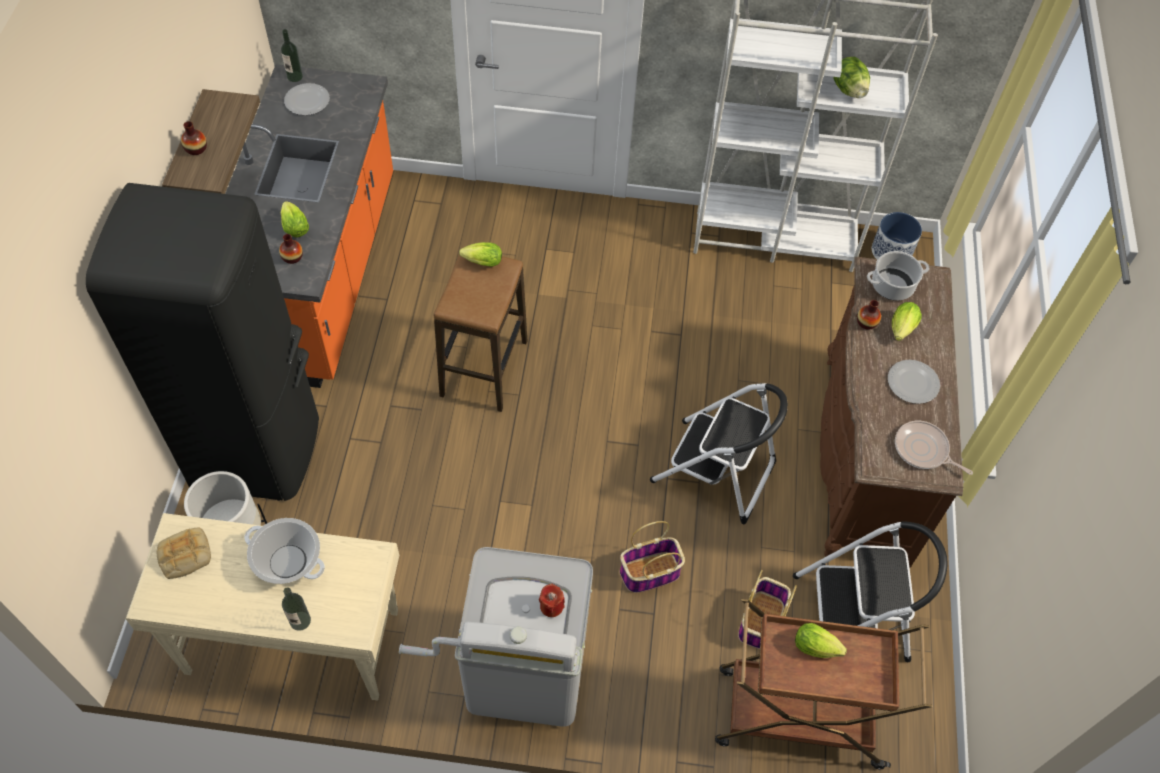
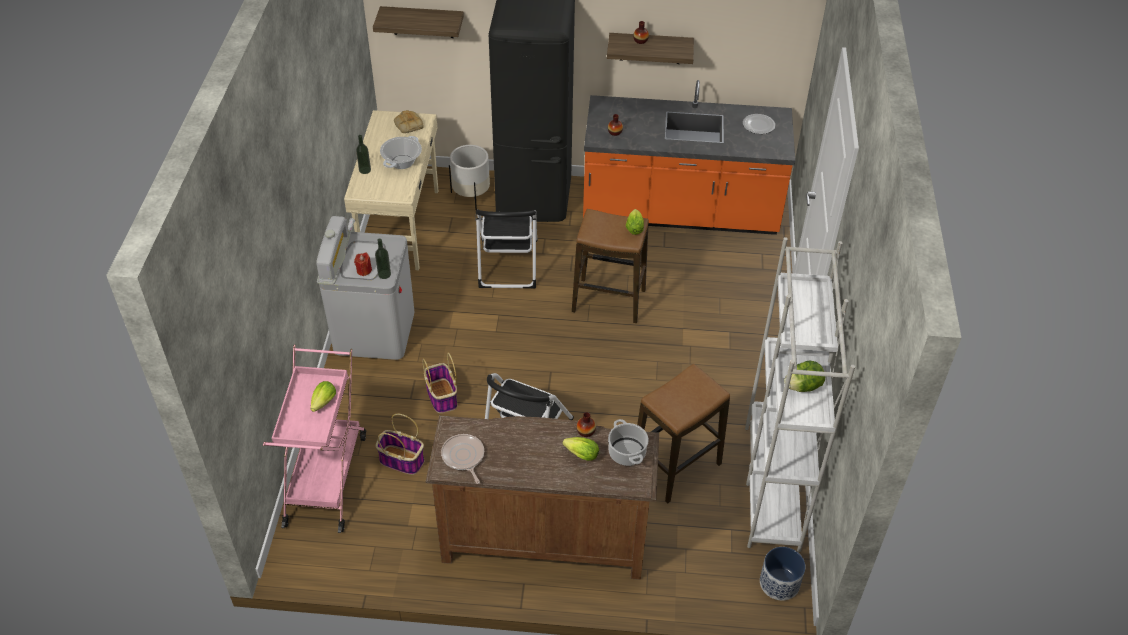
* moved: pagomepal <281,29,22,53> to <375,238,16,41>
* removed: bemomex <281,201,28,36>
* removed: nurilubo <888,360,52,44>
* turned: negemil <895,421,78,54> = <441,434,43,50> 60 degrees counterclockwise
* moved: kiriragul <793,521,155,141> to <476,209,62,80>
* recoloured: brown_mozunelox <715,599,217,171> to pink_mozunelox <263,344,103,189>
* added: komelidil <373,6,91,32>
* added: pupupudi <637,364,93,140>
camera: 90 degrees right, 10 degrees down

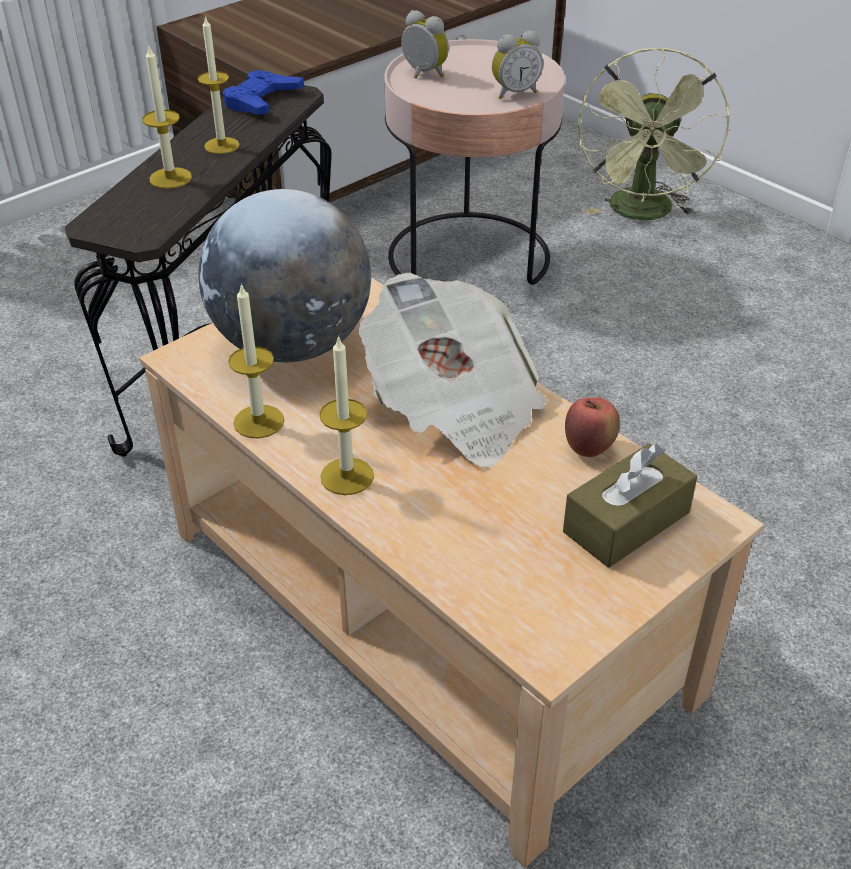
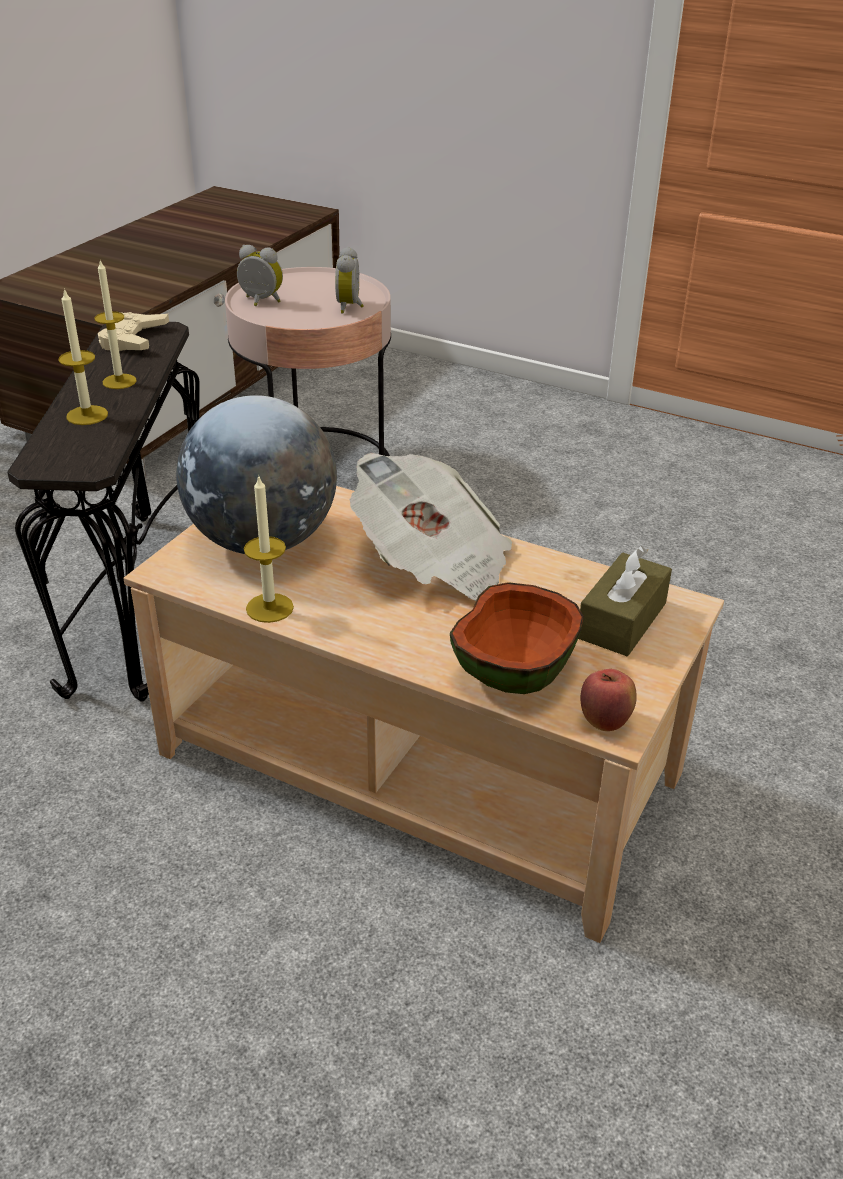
* turned: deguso <492,31,51,68> = <335,247,28,67> 135 degrees clockwise
* removed: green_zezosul <578,47,152,173>
* recoloured: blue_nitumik <223,70,81,44> to beige_nitumik <98,312,71,39>
* removed: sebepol <319,335,55,160>
* moved: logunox <565,397,55,60> to <580,669,57,62>
* added: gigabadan <450,582,134,112>
camera: 20 degrees left, 5 degrees down

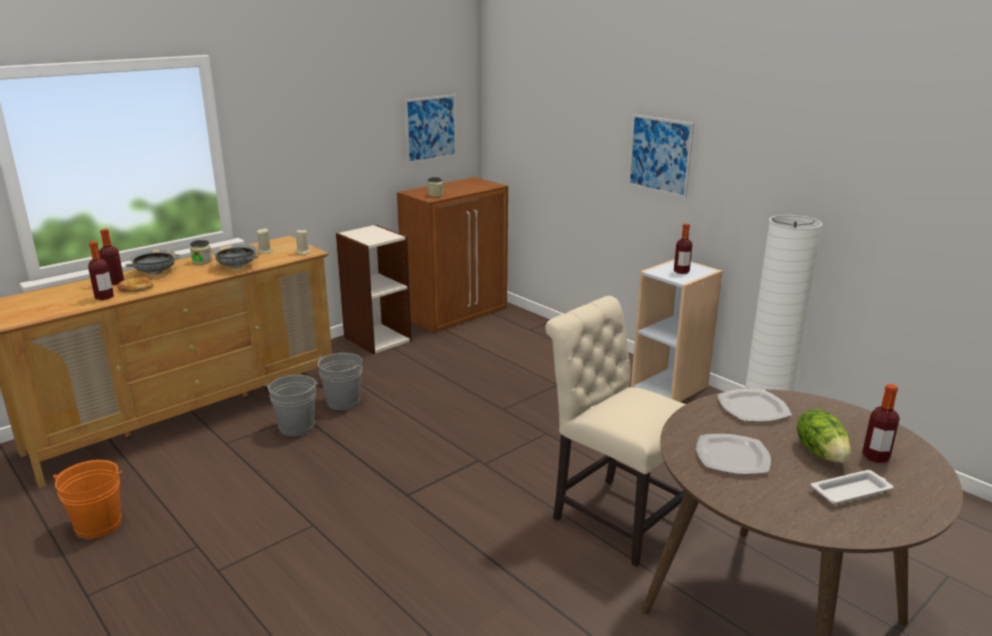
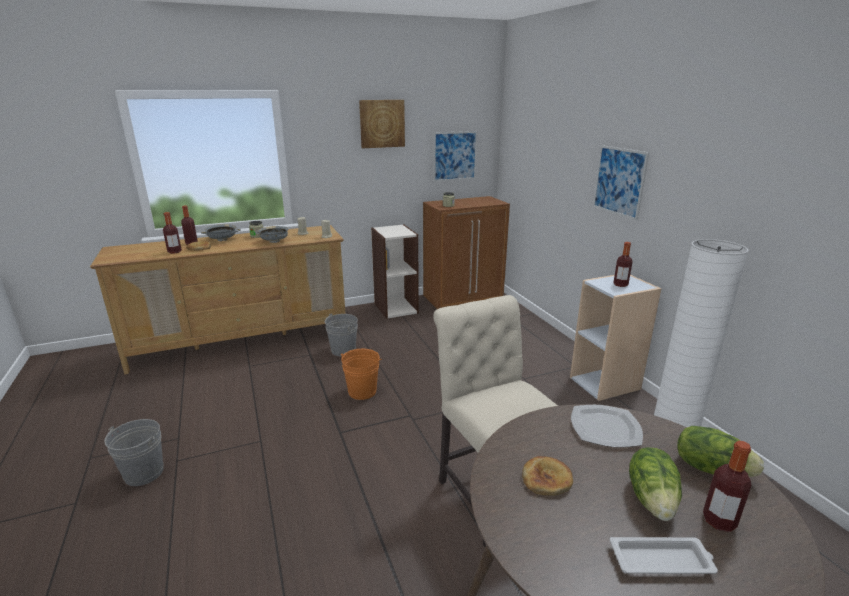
* moved: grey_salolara <264,375,55,61> to <104,419,60,67>
* replaced: nurilubo <696,434,75,40> to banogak <522,456,51,40>
* moved: orange_salolara <53,460,69,79> to <341,349,41,51>
* added: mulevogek <359,100,46,48>
* added: bemomex <677,426,87,51>
camera: 20 degrees right, 0 degrees up

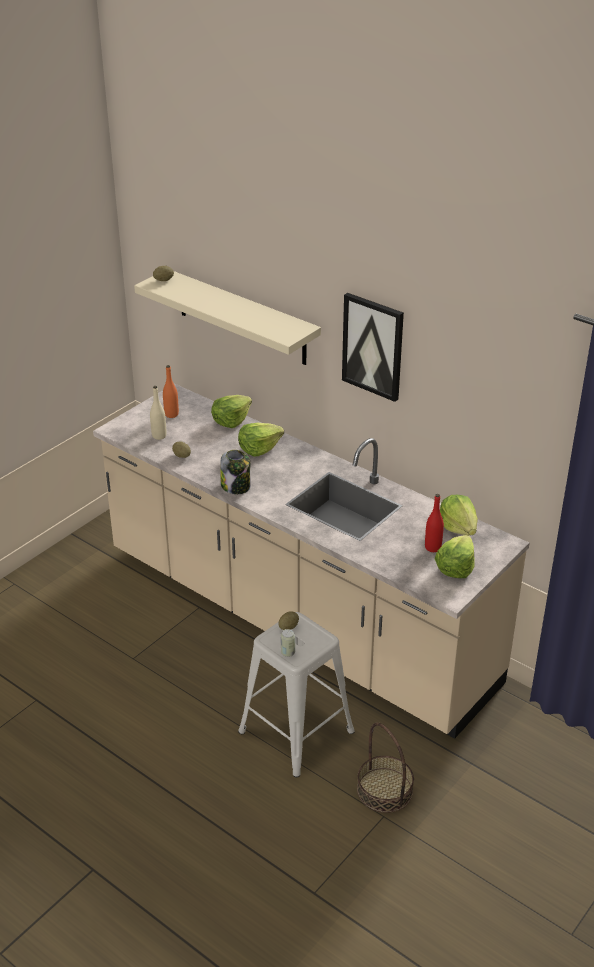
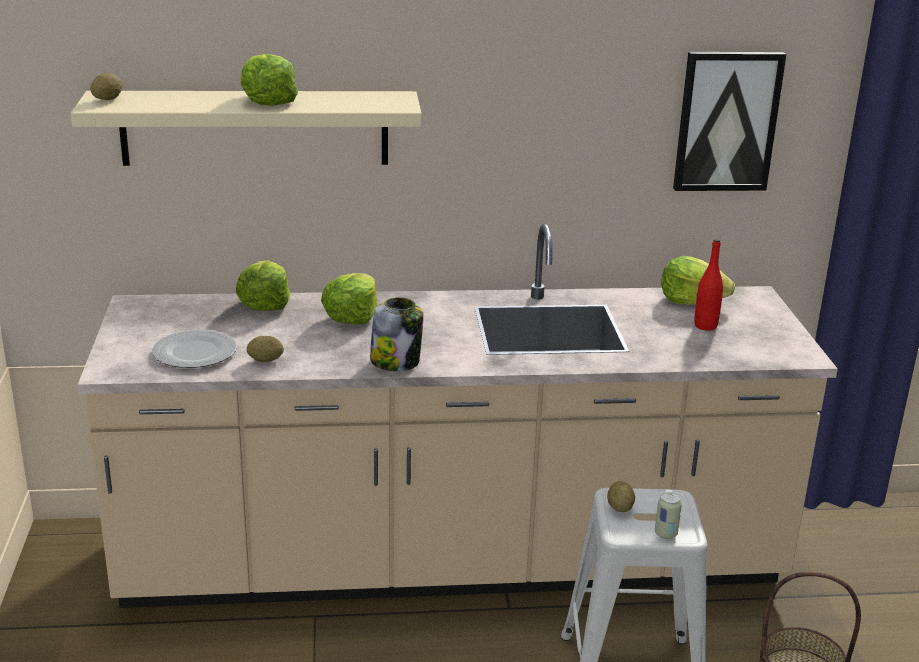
* moved: mulevogek <342,293,62,109> to <673,52,113,139>
* removed: orange_pagomepal <163,365,16,53>
* replaced: beige_pagomepal <150,386,16,54> to nurilubo <152,329,85,39>
* moved: bemomex <435,535,40,43> to <240,54,58,51>
camera: 45 degrees left, 10 degrees down

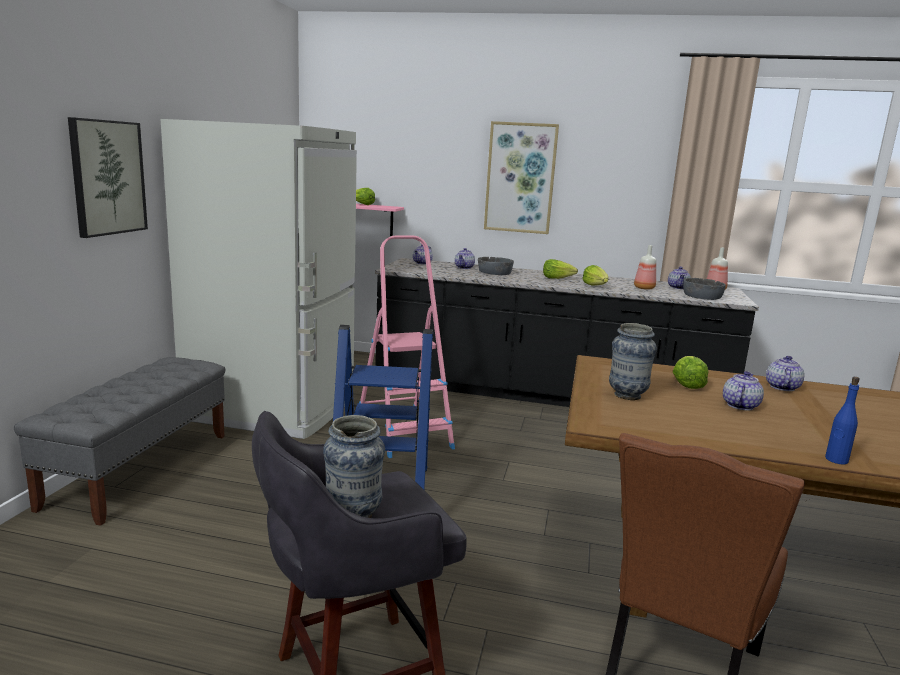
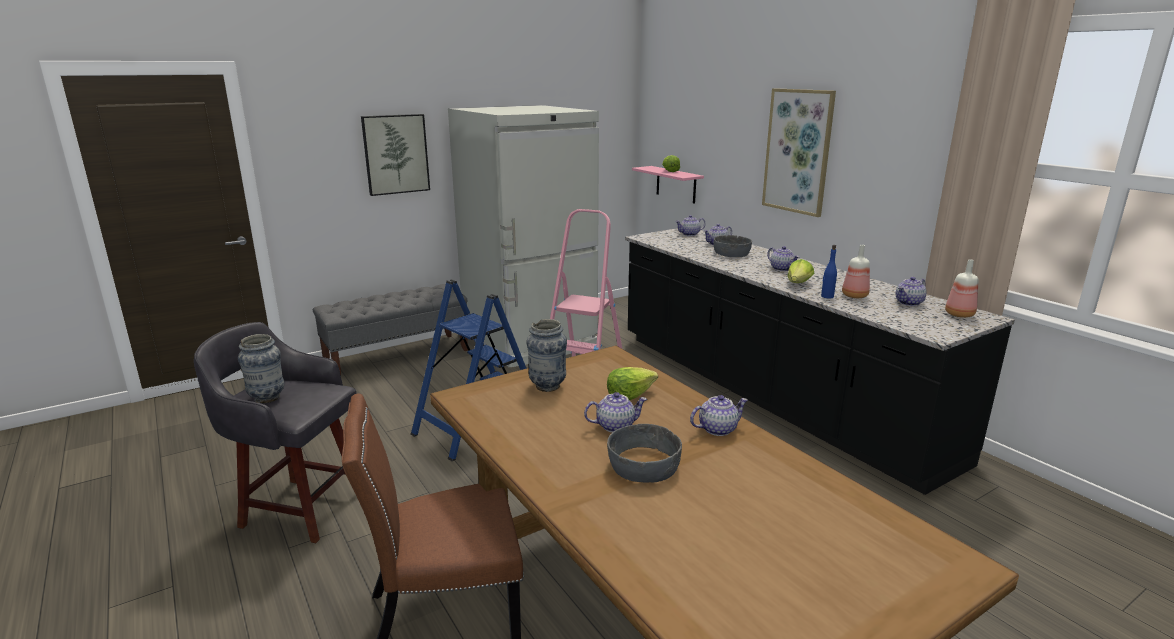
* replaced: bemomex <543,259,35,20> to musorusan <767,246,33,25>
* moved: grey_gigabadan <683,278,43,22> to <607,424,75,58>
* moved: blue_pagomepal <825,377,35,88> to <821,245,16,54>
camera: 45 degrees right, 5 degrees up

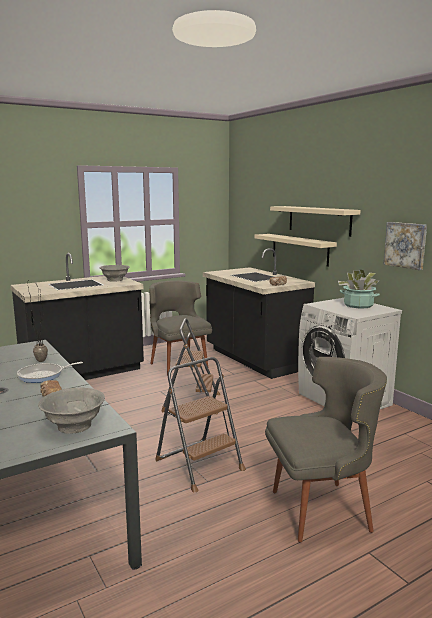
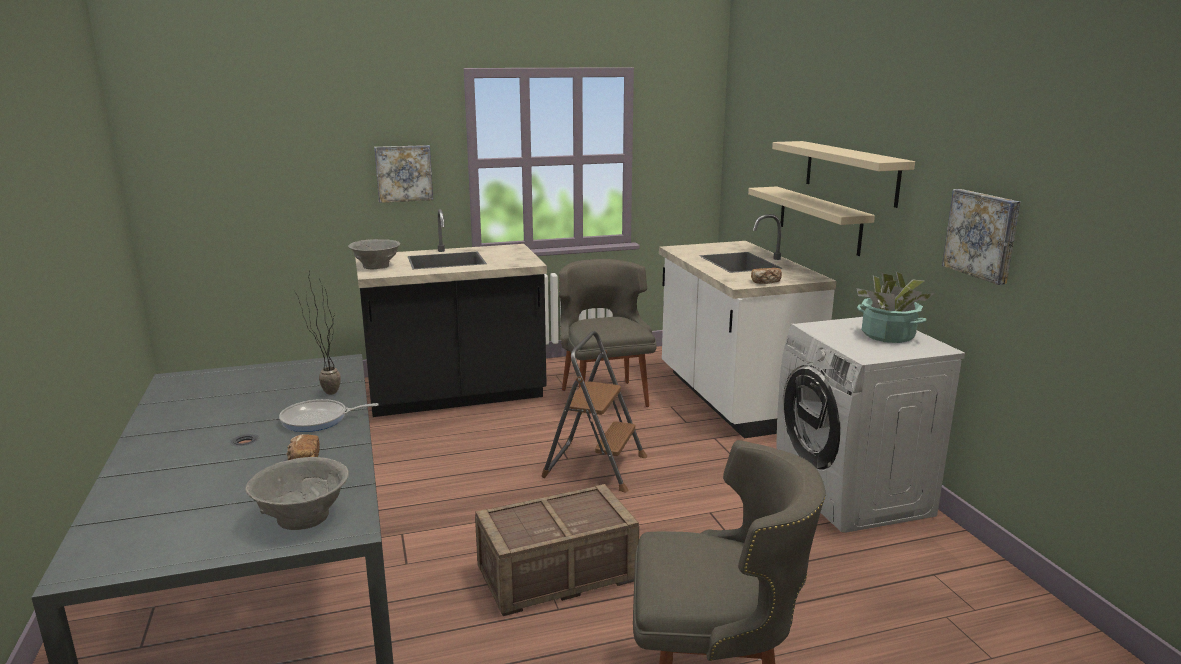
* recoloured: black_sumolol <203,248,112,131> to white_sumolol <659,214,177,224>
* moved: grey_gigabadan <100,265,30,17> to <348,239,52,30>
* replaced: brown_kiriragul <155,357,91,136> to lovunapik <475,484,164,132>
* added: mulevogek <374,145,59,58>
camera: 15 degrees right, 5 degrees up

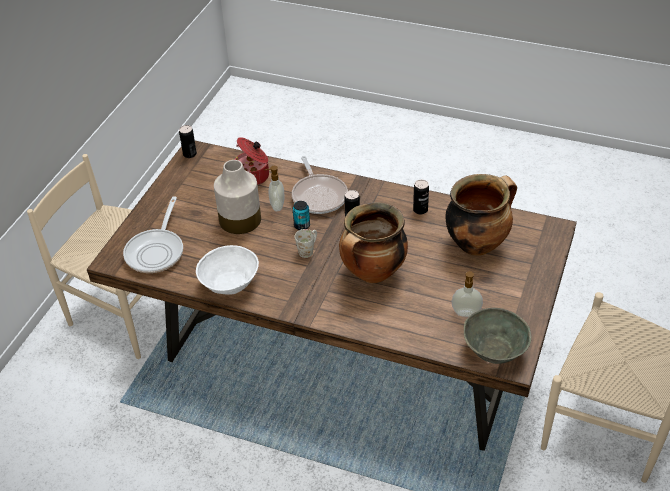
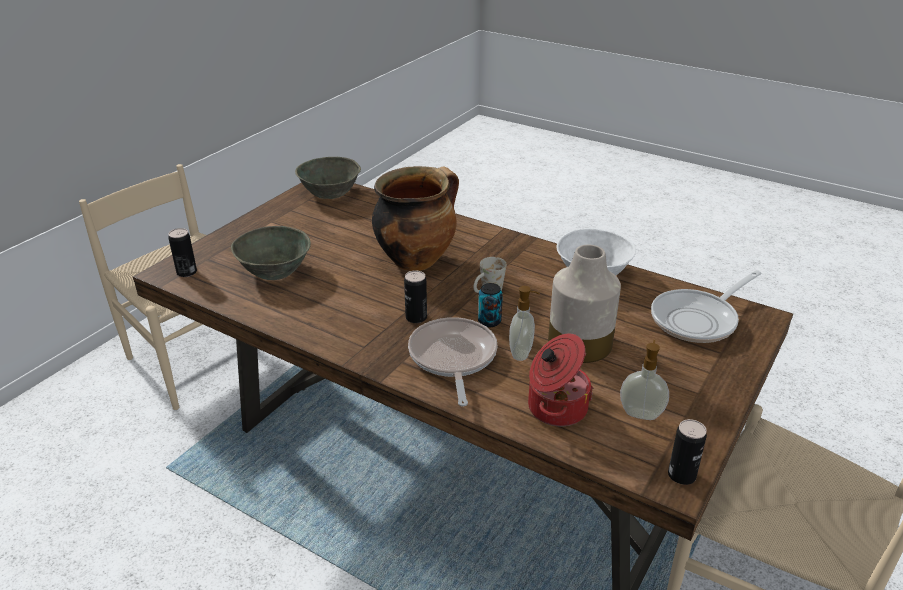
* replaced: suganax <446,174,71,82> to grey_gigabadan <231,226,80,54>
* moved: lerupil <413,180,16,34> to <168,228,29,49>
* turned: negemil <123,196,60,77> = <651,270,111,73> 150 degrees counterclockwise
* moved: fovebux <452,271,31,46> to <620,340,49,80>
camera: 170 degrees left, 10 degrees down

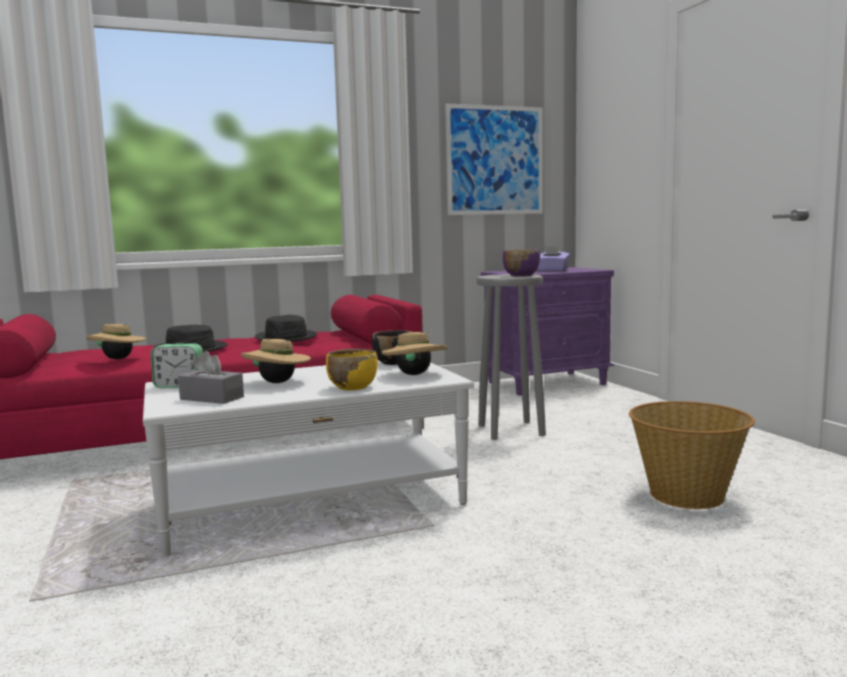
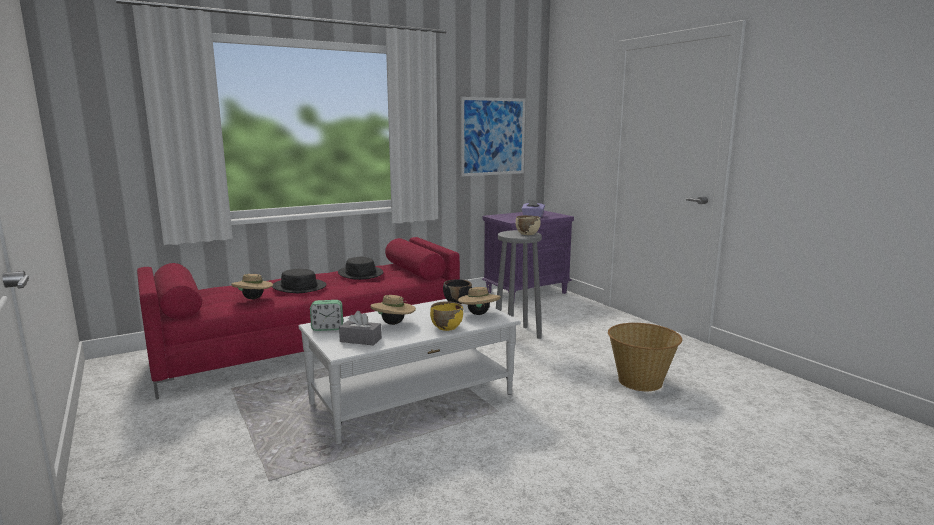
* recoloured: purple_gigabadan <503,250,37,26> to beige_gigabadan <516,215,25,20>
camera: 10 degrees left, 5 degrees up

